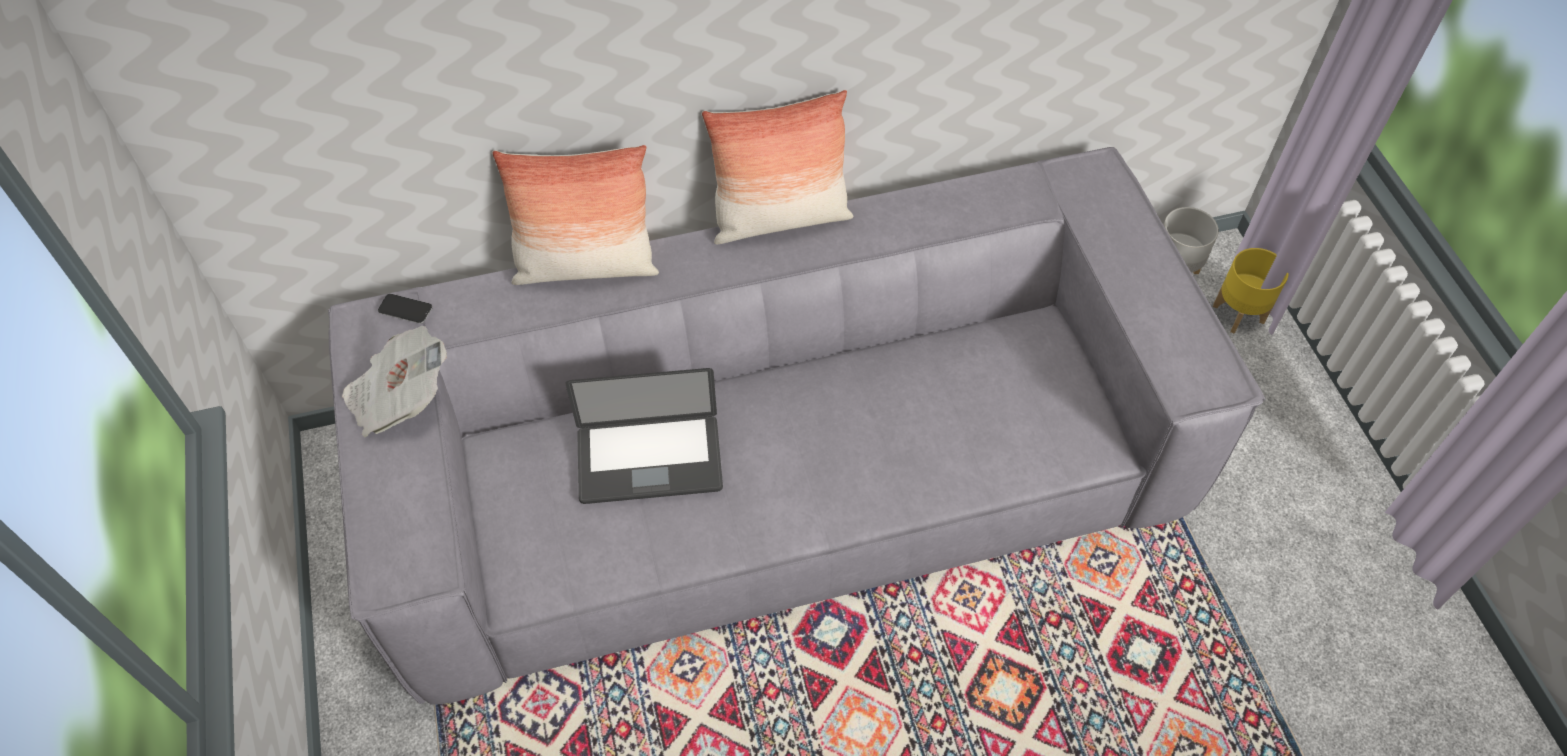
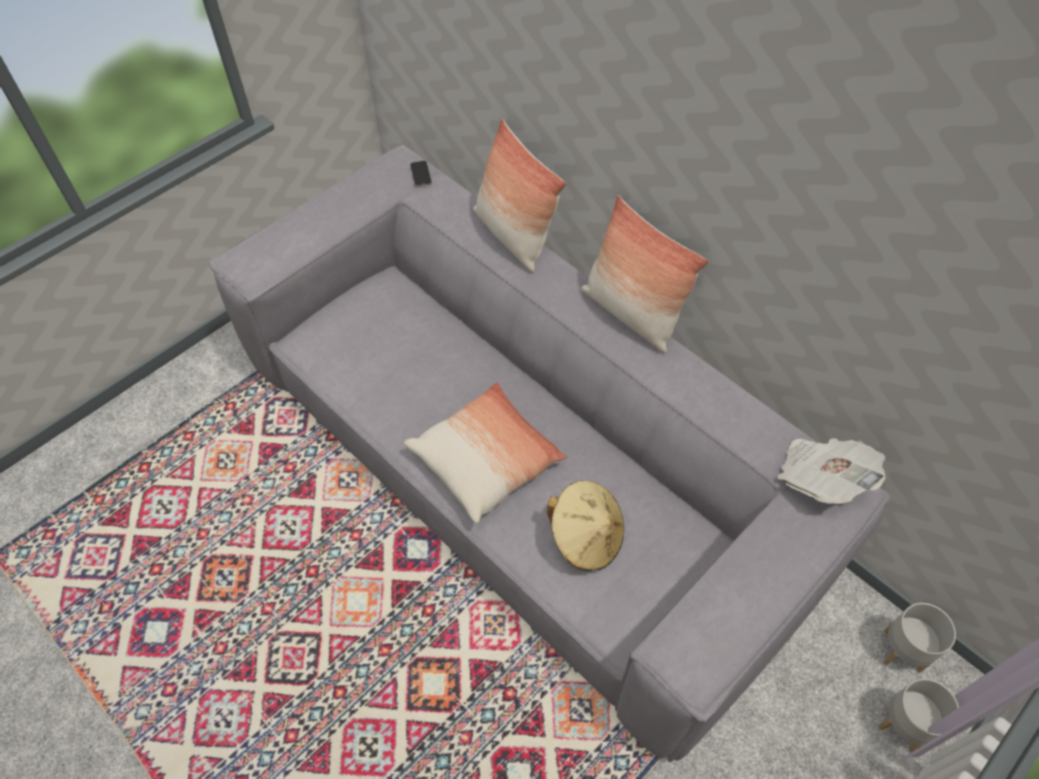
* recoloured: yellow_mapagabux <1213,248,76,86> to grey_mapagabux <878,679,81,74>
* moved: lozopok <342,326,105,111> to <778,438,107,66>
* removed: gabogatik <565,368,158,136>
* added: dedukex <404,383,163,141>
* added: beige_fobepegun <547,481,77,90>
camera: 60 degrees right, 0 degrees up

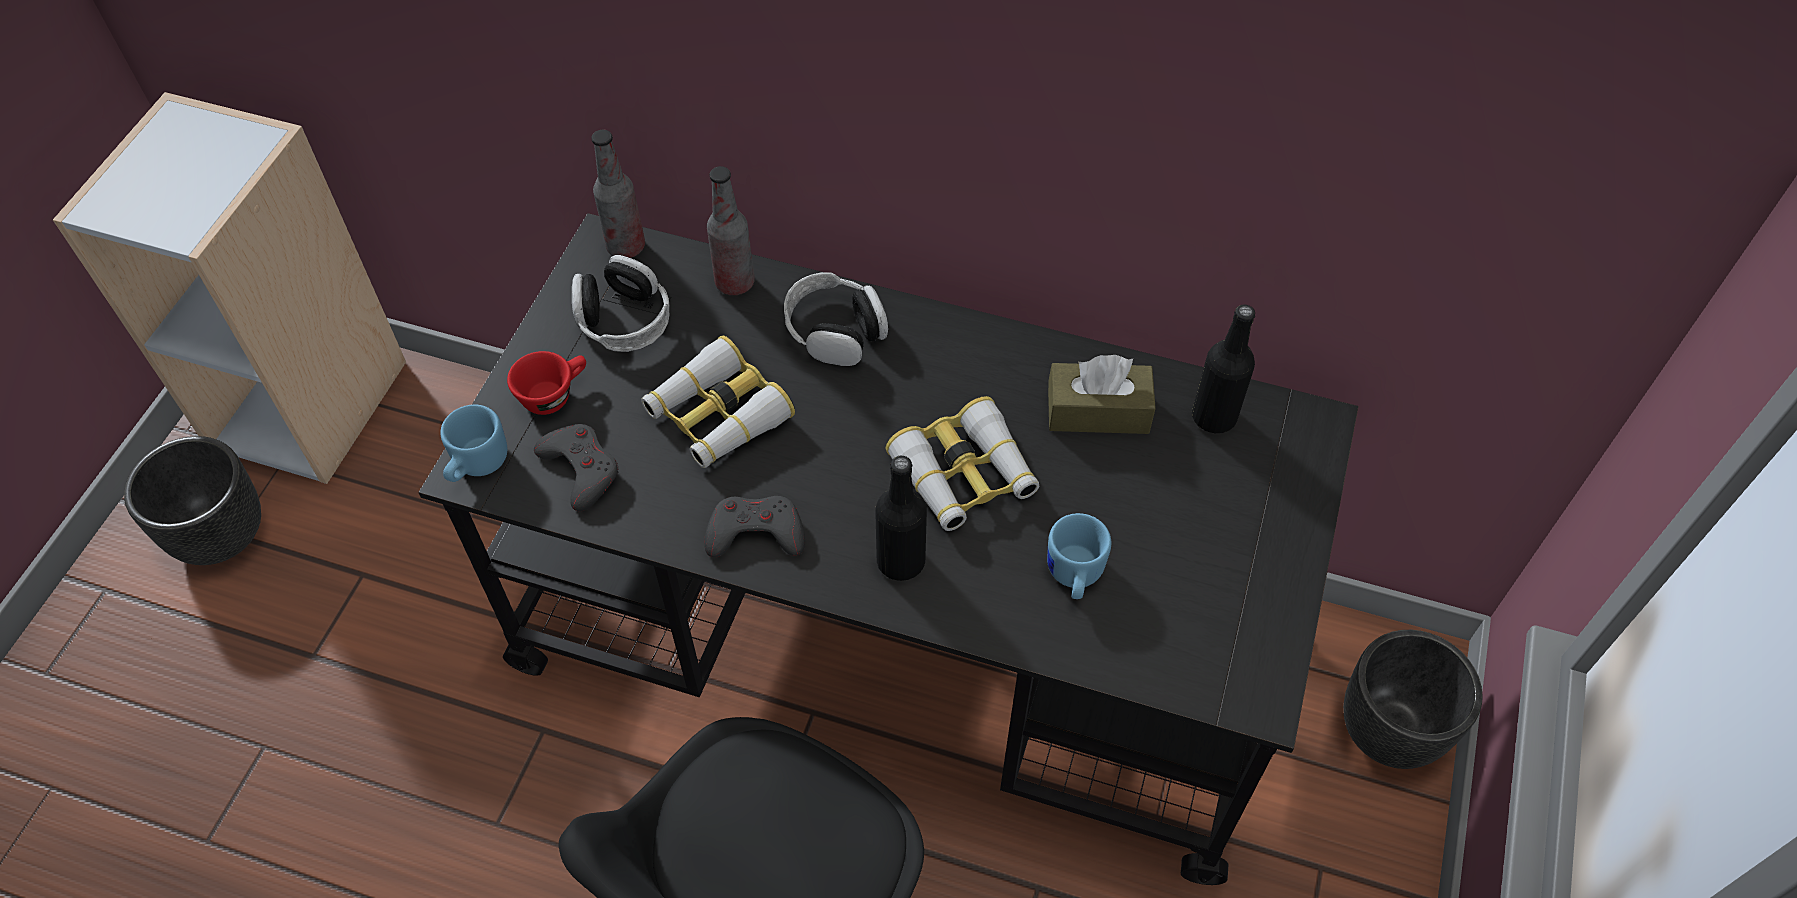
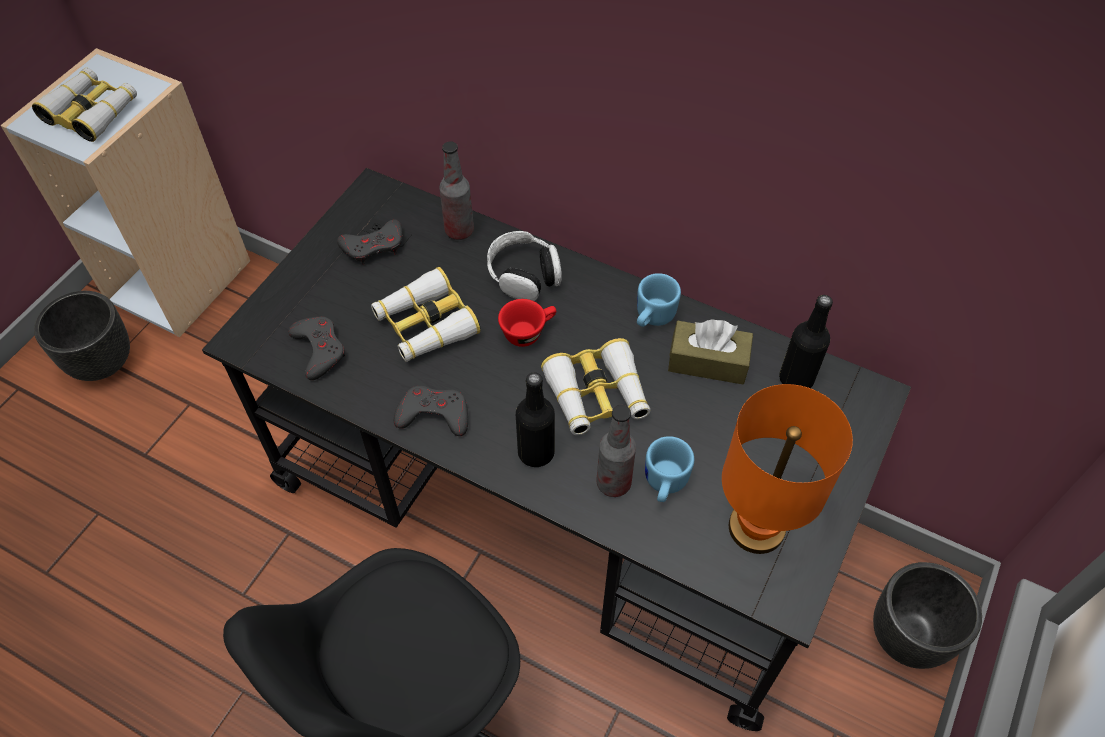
* moved: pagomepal <591,130,54,128> to <596,405,40,92>
* replaced: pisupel <572,255,97,97> to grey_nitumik <337,219,66,46>
* moved: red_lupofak <507,351,79,64> to <498,299,58,48>
* moved: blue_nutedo <440,405,67,77> to <637,273,44,54>
* added: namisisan <32,68,105,74>
* added: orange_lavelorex <722,384,131,170>
camera: 10 degrees right, 0 degrees up

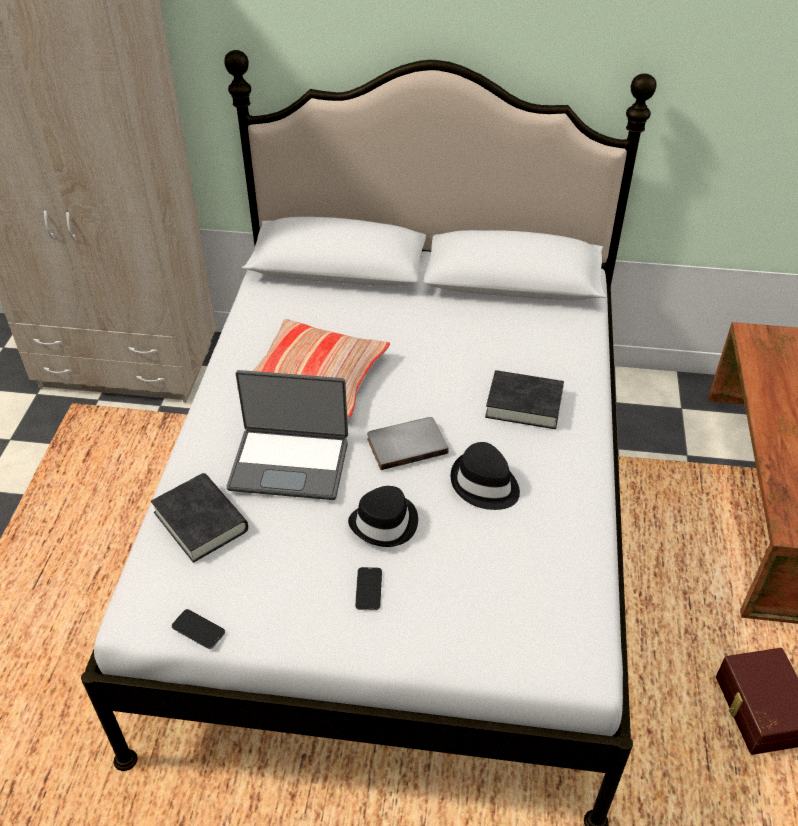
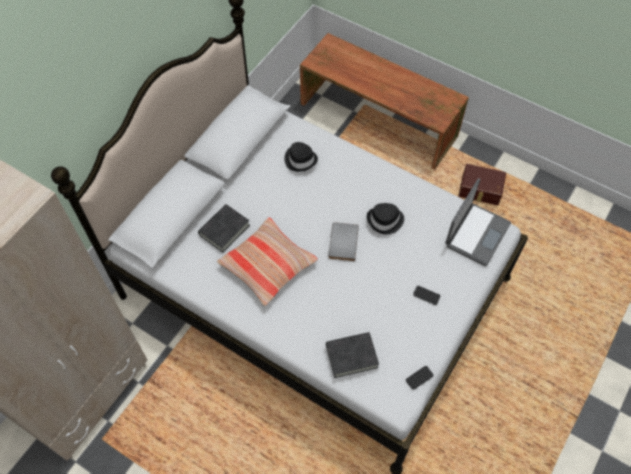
* moved: gabogatik <226,370,122,130> to <445,178,66,88>
* moved: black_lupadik <485,370,79,59> to <198,204,52,49>
* moved: black_fobepegun <348,486,70,61> to <284,142,34,30>
camera: 65 degrees left, 15 degrees up

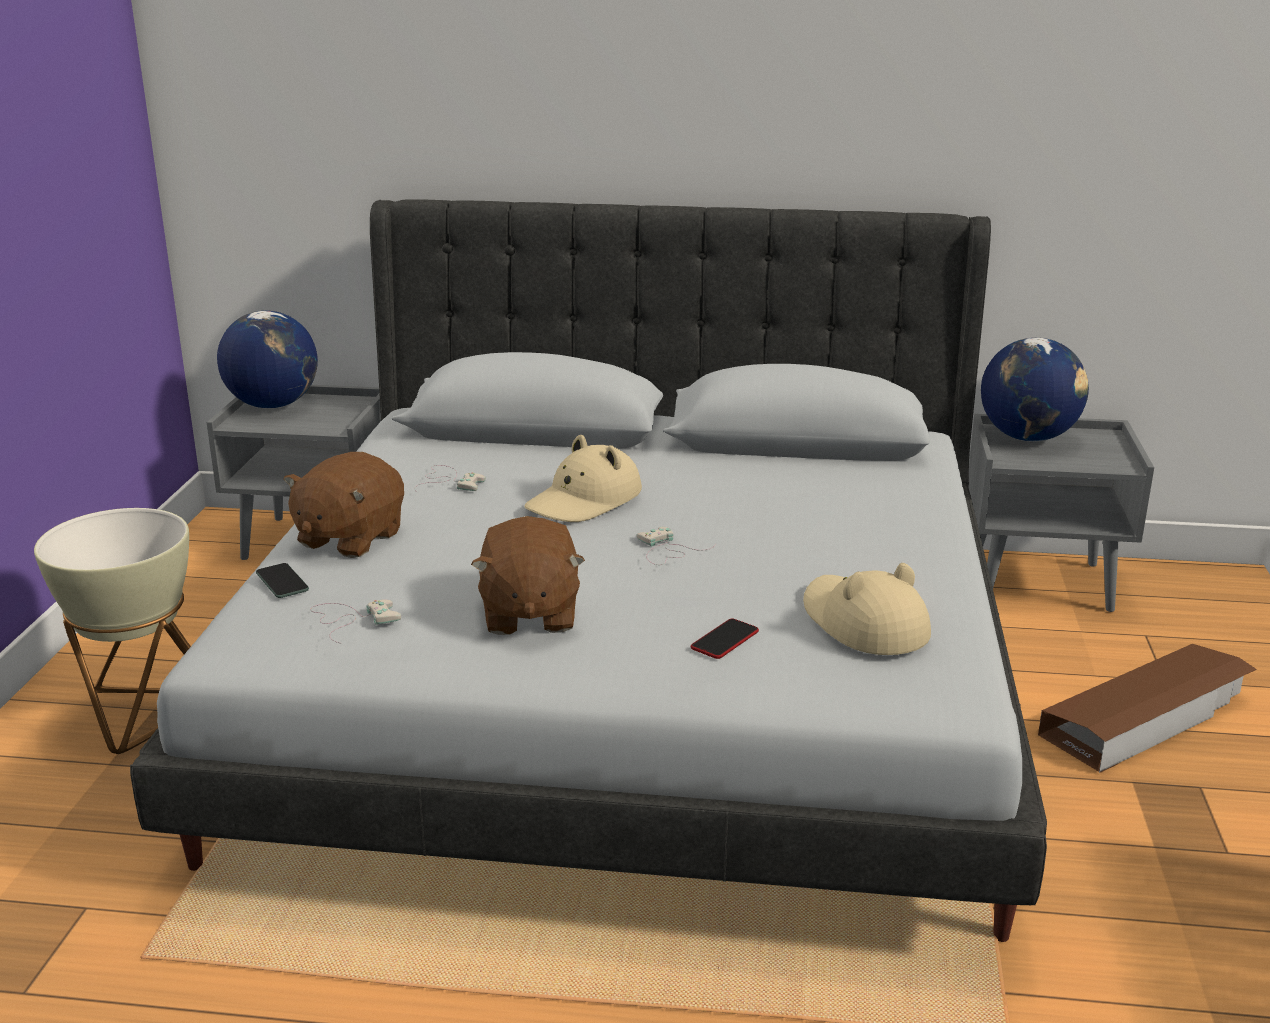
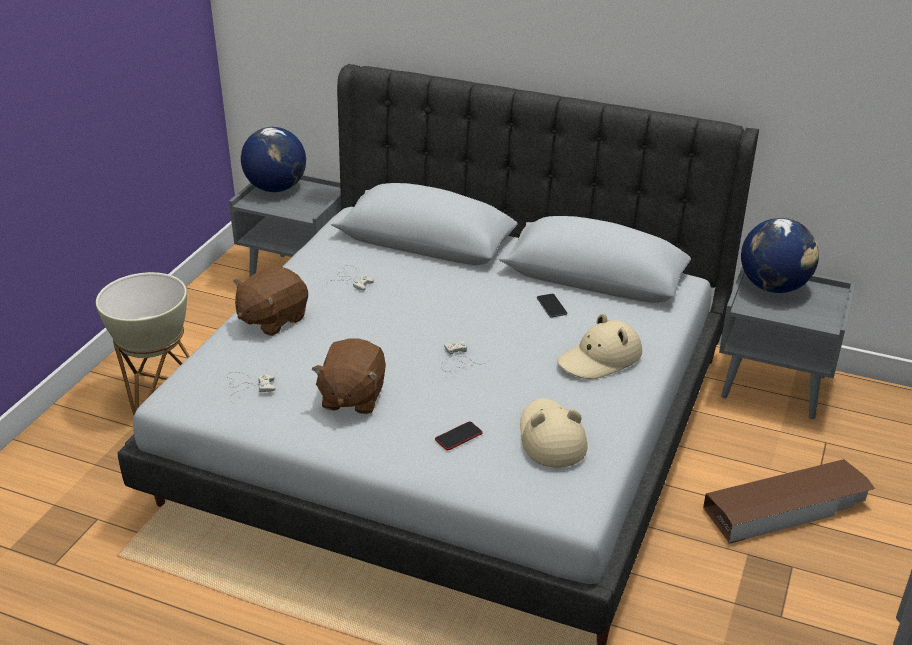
* moved: beige_fobepegun <525,435,117,87> to <557,313,85,66>
* moved: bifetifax <256,563,53,35> to <537,294,30,23>
camera: 15 degrees right, 10 degrees up

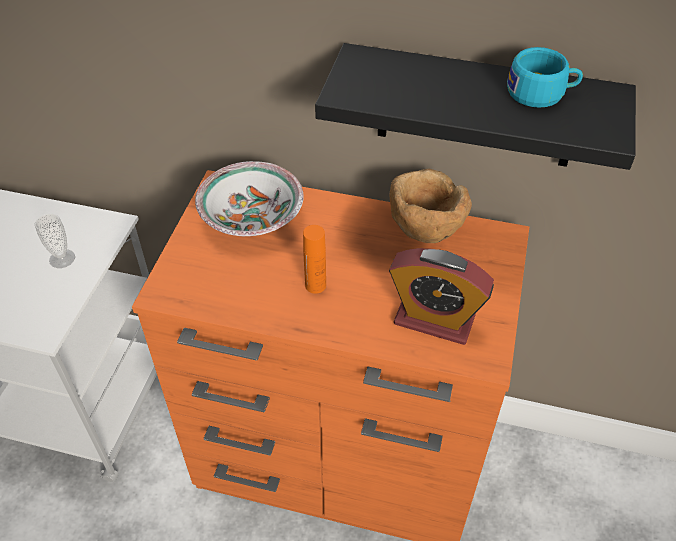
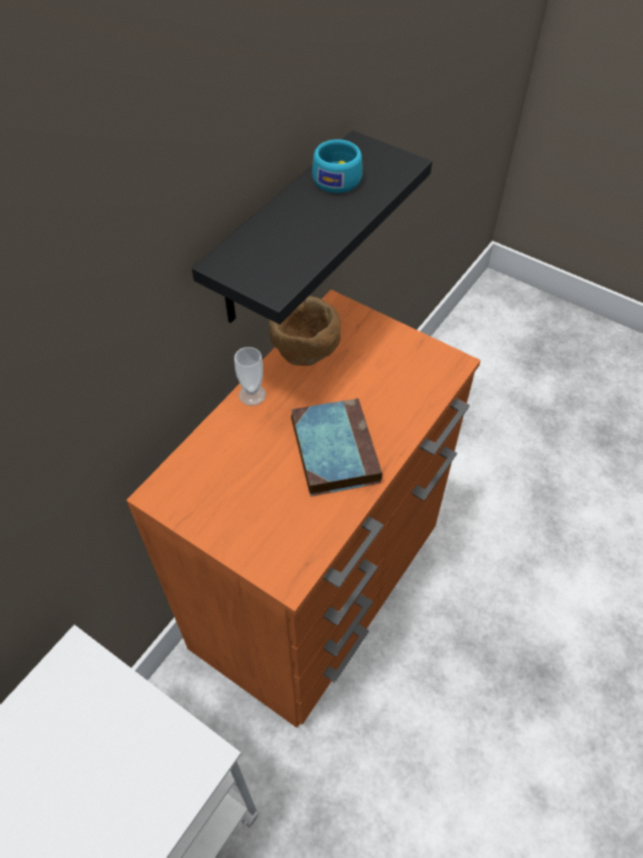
* removed: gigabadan <195,161,109,75>
* moved: lupofak <35,214,40,54> to <234,347,32,59>
* replaced: orange_pagomepal <303,225,23,69> to lupadik <291,398,91,98>
* removed: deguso <389,248,105,97>
camera: 70 degrees left, 5 degrees up

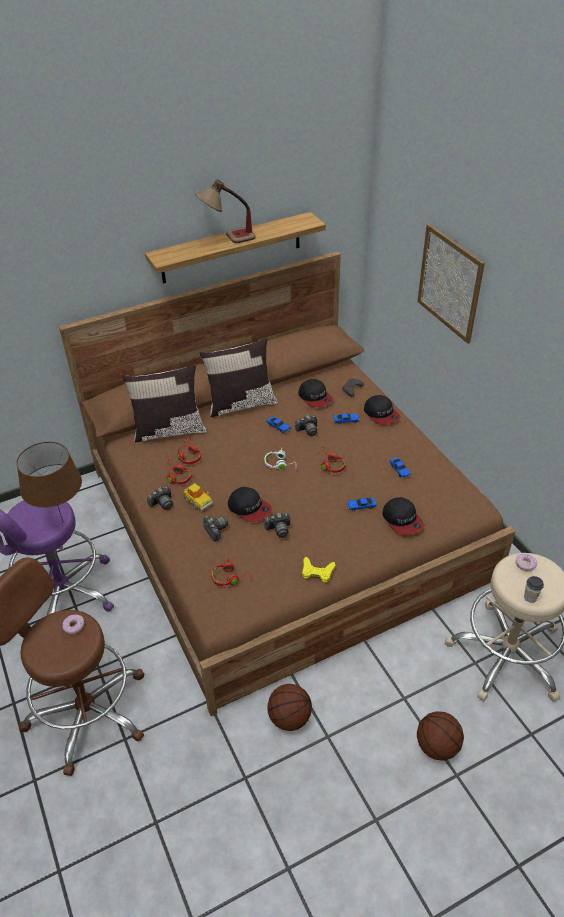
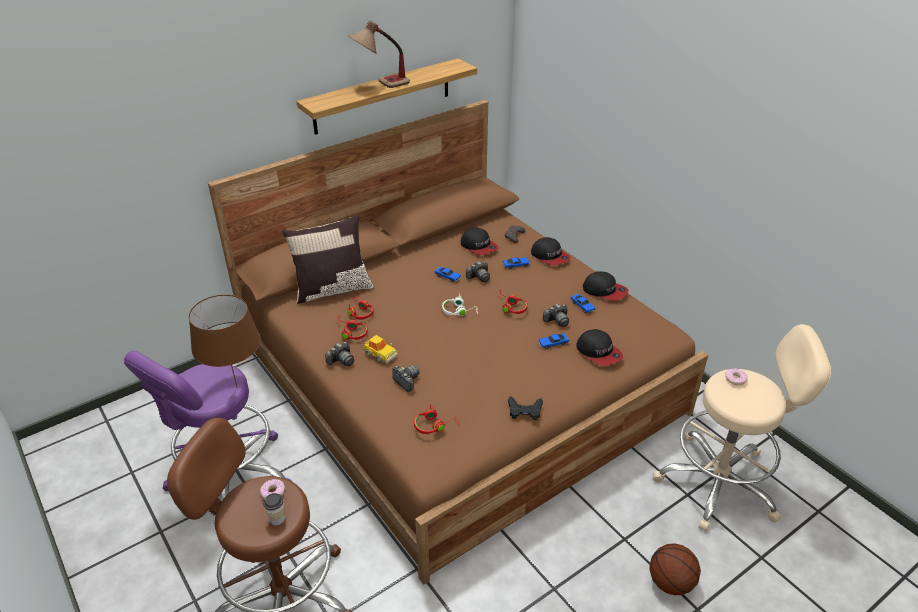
* removed: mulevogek <417,224,68,120>
* removed: dedukex <199,338,79,79>
* moved: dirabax <228,487,44,35> to <583,271,45,30>
* moved: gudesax <264,513,26,25> to <543,303,26,24>
* recoloured: yellow_nitumik <302,557,34,26> to black_nitumik <508,396,35,24>
* moved: lupofak <524,576,20,27> to <263,493,22,32>
* removed: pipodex <267,684,45,47>
camera: 10 degrees left, 5 degrees down

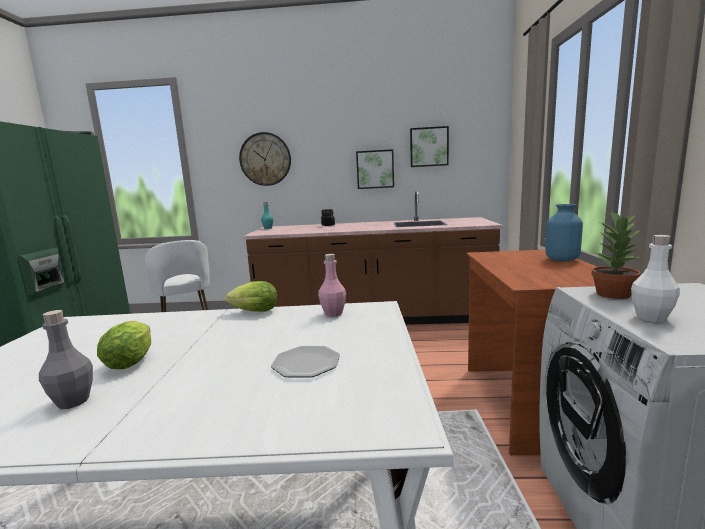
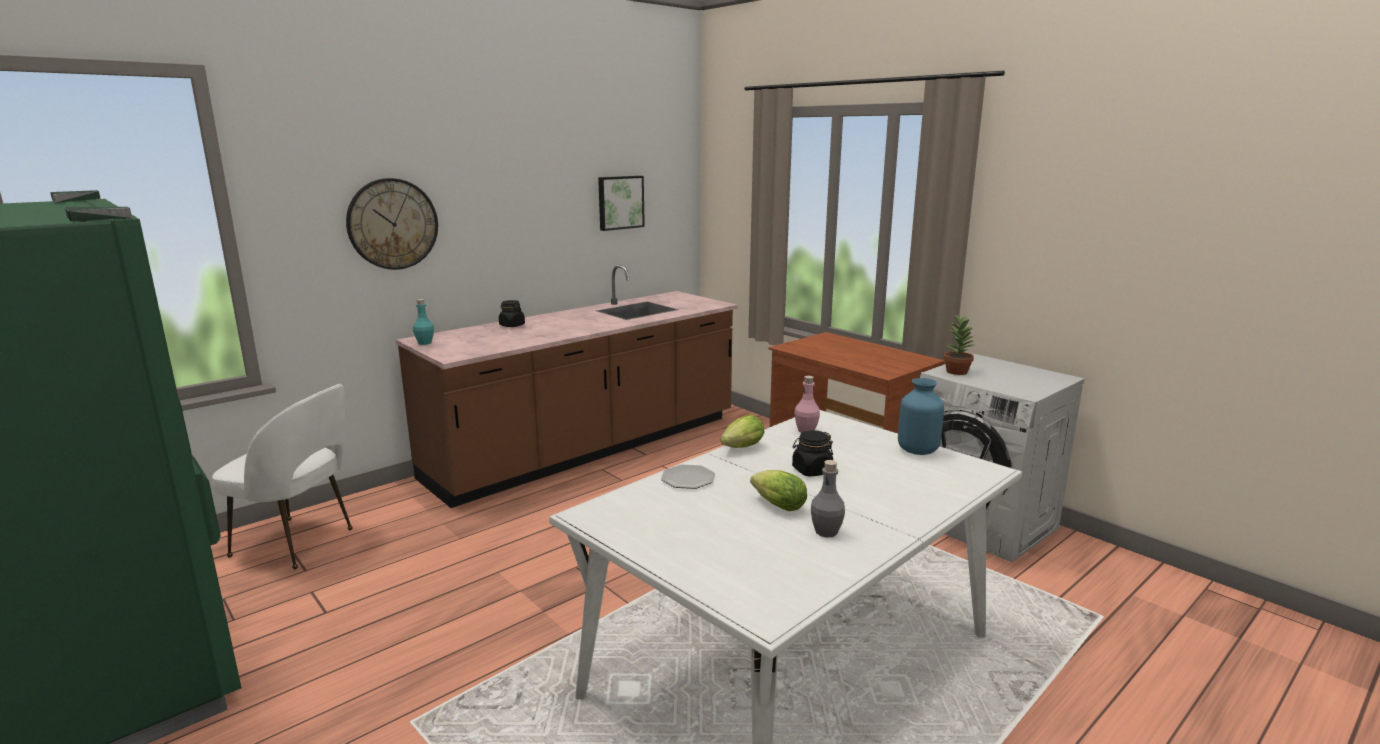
* removed: mulevogek <356,149,38,40>
* moved: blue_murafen <546,204,37,57> to <898,378,46,77>
* removed: white_pagomepal <631,235,49,87>
* moved: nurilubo <271,346,69,32> to <661,465,54,24>
* added: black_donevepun <792,430,41,47>
camera: 45 degrees left, 5 degrees up

